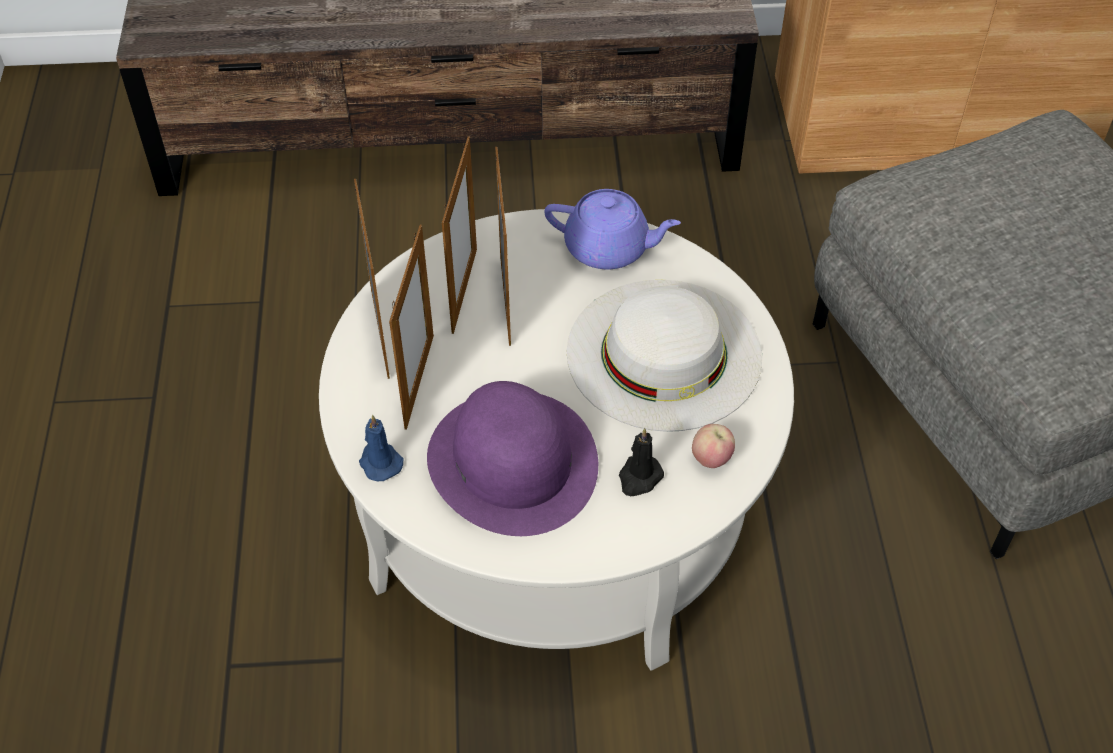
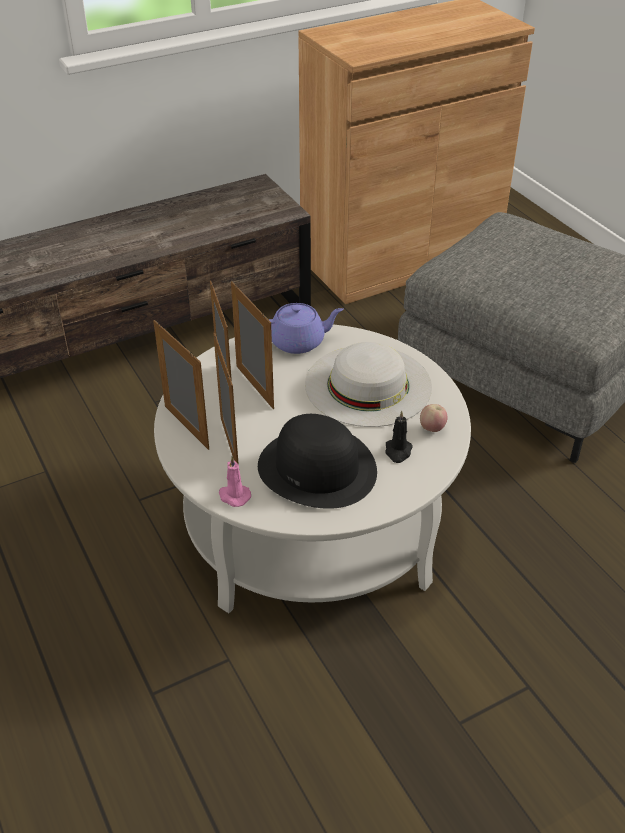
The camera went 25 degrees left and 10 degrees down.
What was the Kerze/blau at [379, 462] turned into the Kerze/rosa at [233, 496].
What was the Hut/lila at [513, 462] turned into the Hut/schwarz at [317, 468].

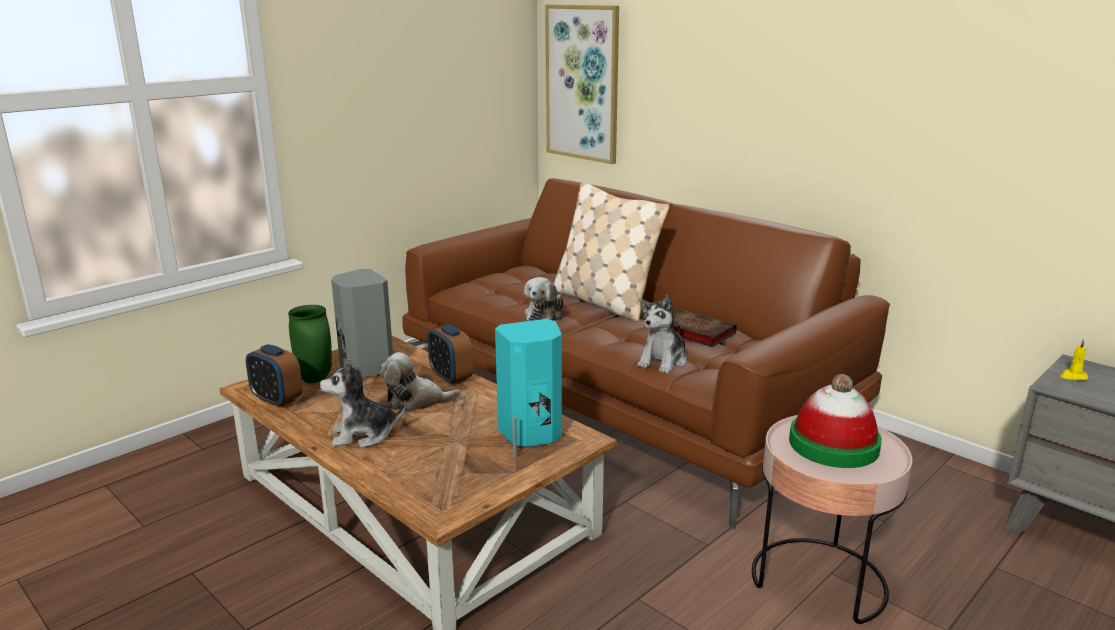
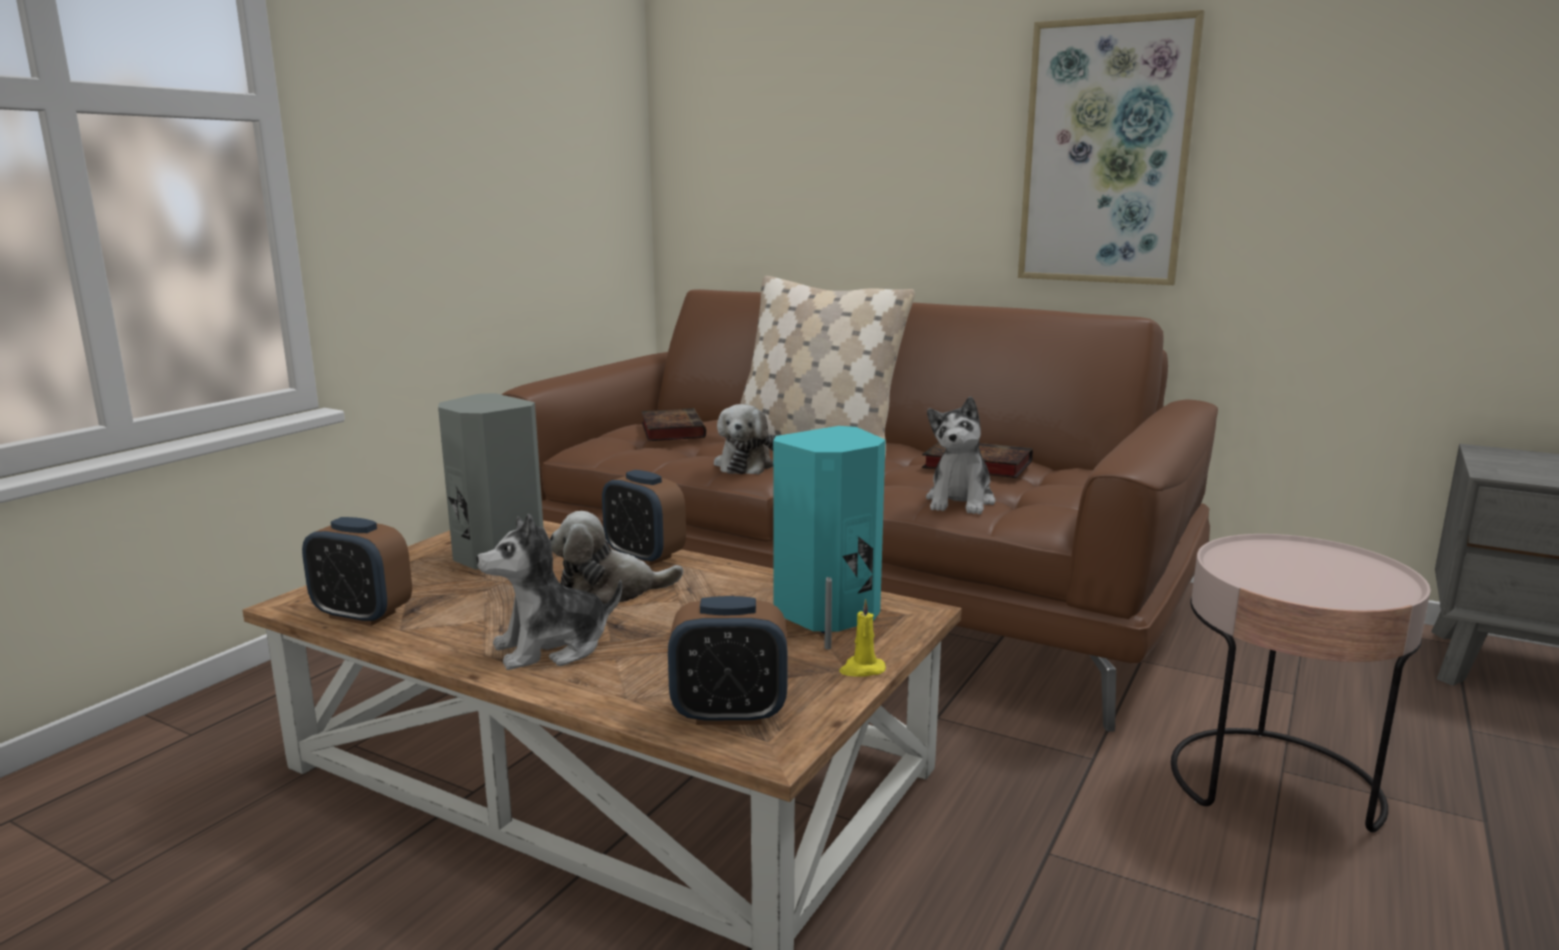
The camera went 15 degrees left and 5 degrees down.
The second view lost the Vase/grün at [314, 379].
The Bild ended up elsewhere, having gone from [582, 83] to [1106, 153].
The second view lost the Hut at [833, 444].
The Kerze/gelb ended up elsewhere, having gone from [1073, 377] to [861, 669].
The second view gained the Buch at [671, 430].
The second view gained the Wecker at [729, 713].

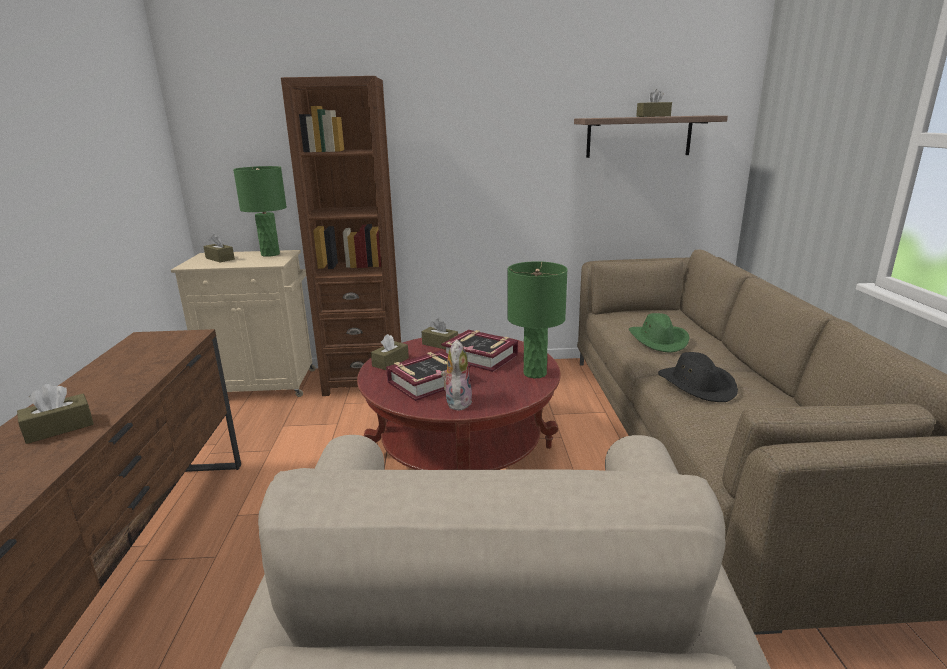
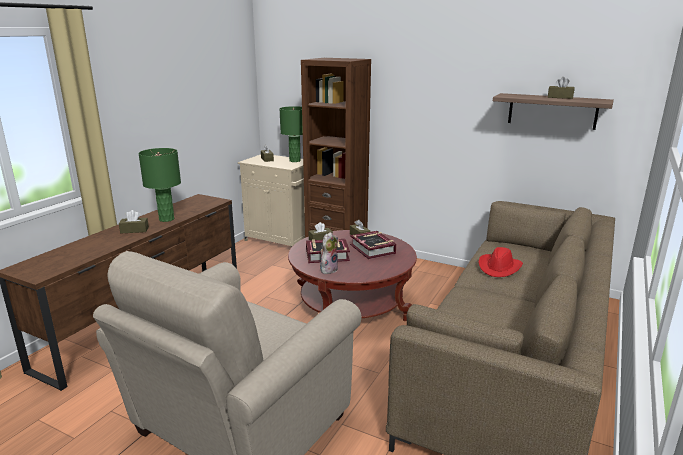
The camera went 30 degrees right and 0 degrees up.
The Tischlampe/grün ended up elsewhere, having gone from [534, 373] to [166, 219].
What was the Hut/grün at [658, 340] turned into the Hut/rot at [499, 267].
The second view lost the Hut/schwarz at [697, 385].

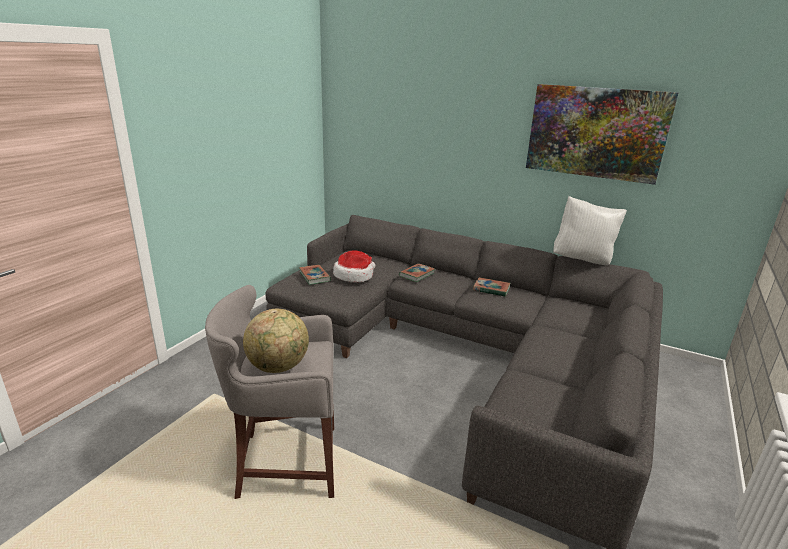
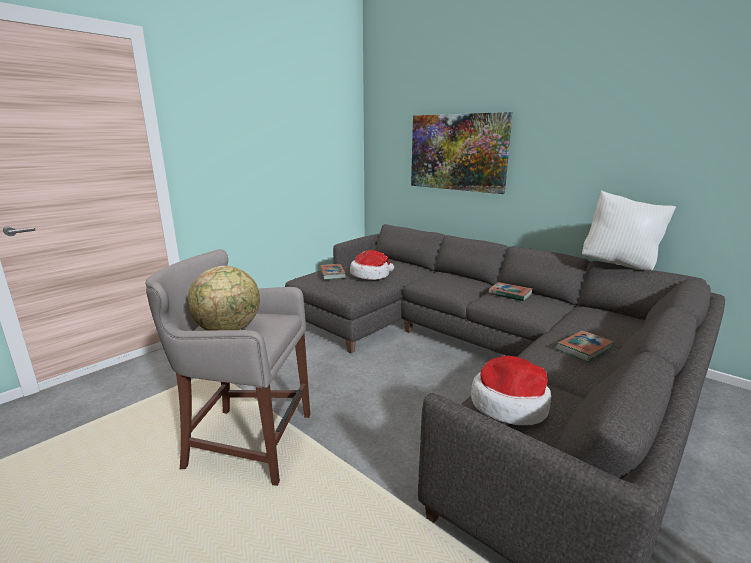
The camera went 15 degrees right and 5 degrees down.
The Buch ended up elsewhere, having gone from [417, 275] to [583, 349].
The Bild ended up elsewhere, having gone from [596, 132] to [457, 152].
The second view gained the Hut at [509, 404].

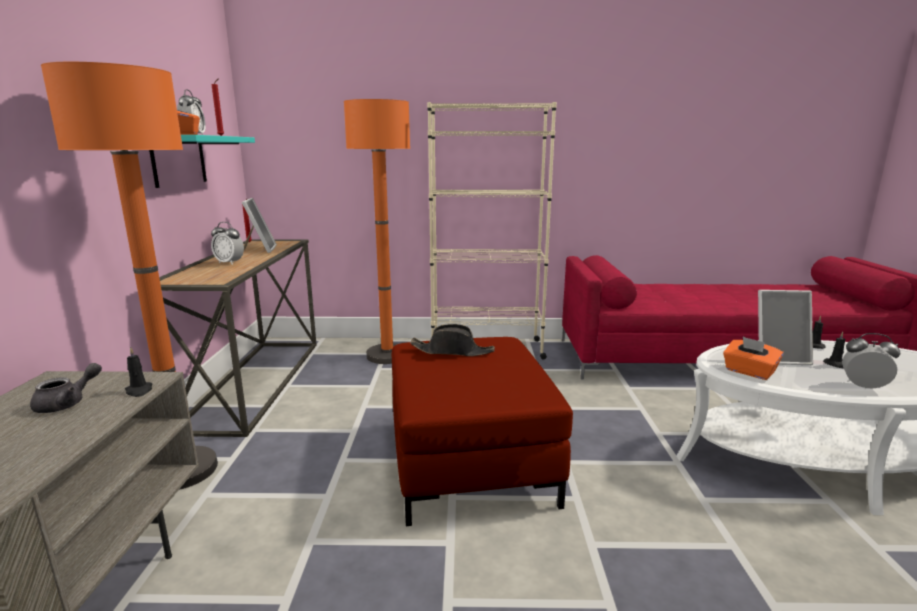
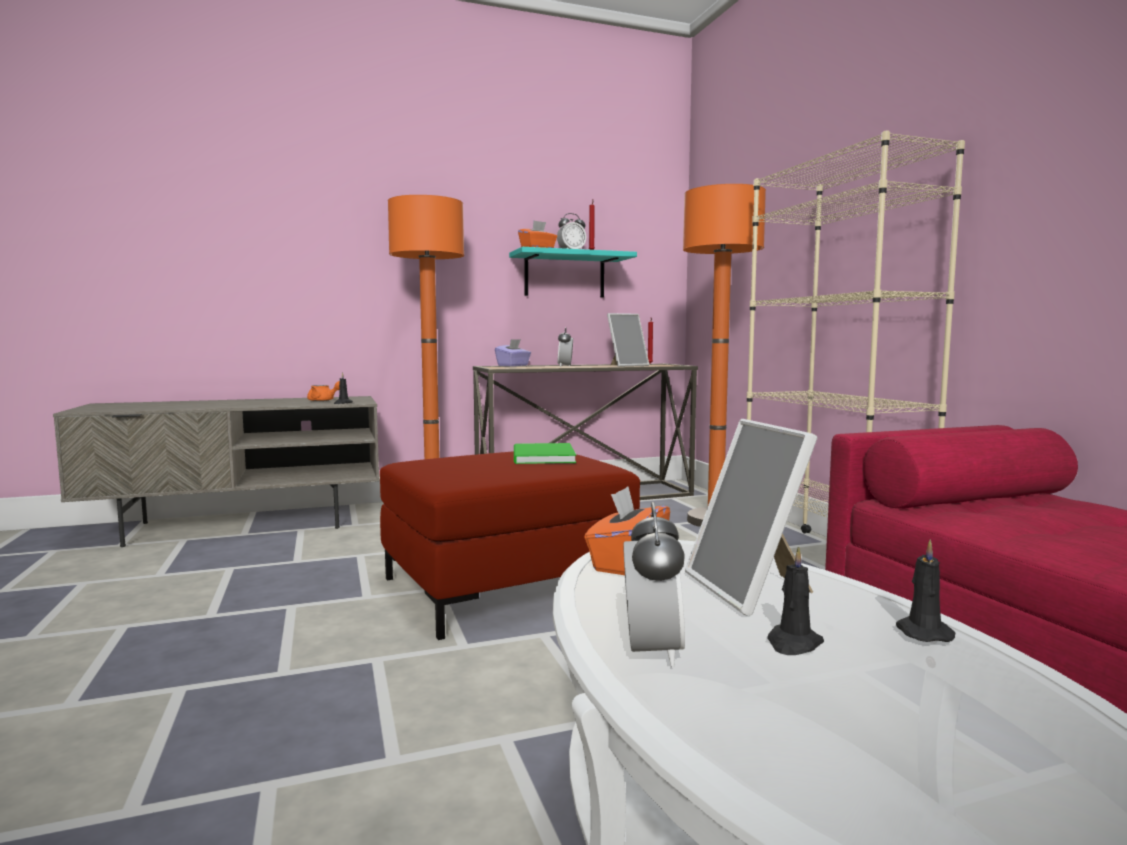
The camera went 70 degrees right and 10 degrees down.
What was the Teekanne/grau at [67, 403] turned into the Teekanne/orange at [324, 400].
Where the Hut/schwarz stood at [452, 351], the Buch/grün came to stand at [541, 457].
The second view gained the Taschentuchbox/lila at [513, 365].

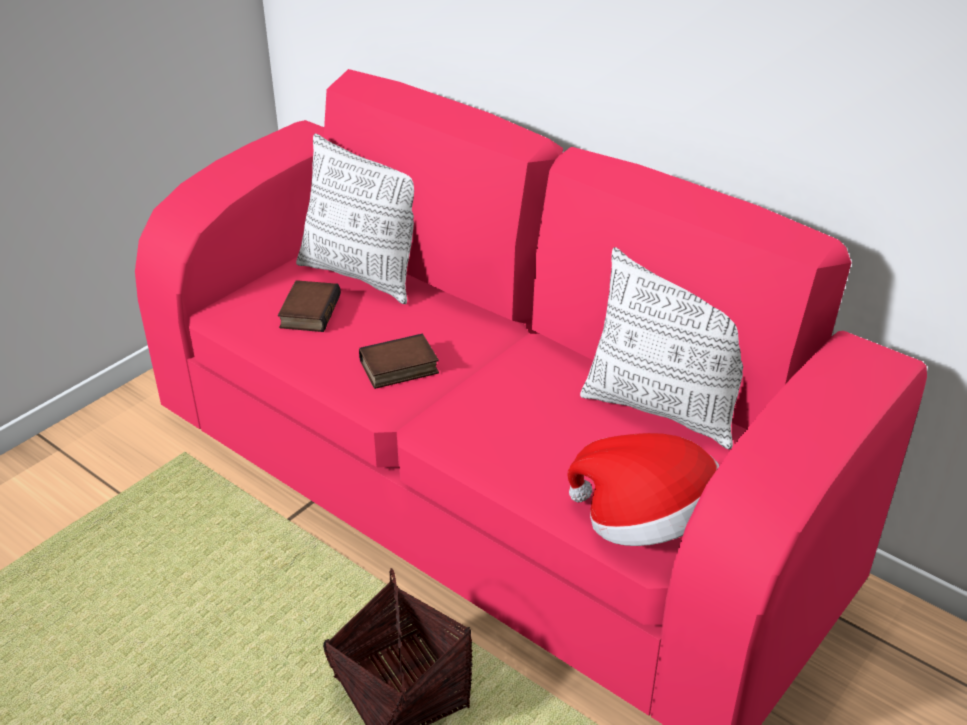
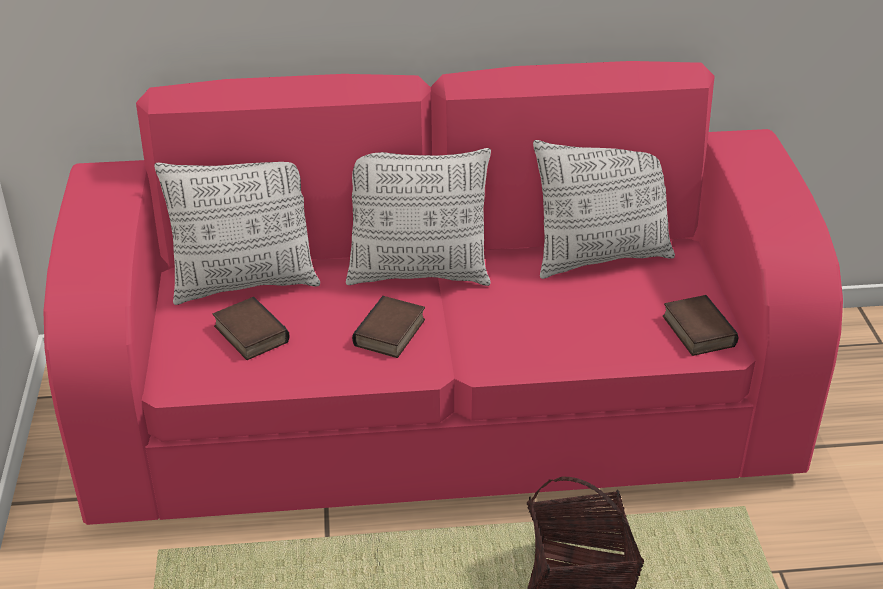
The camera went 45 degrees left and 0 degrees up.
Where the Hut stood at [646, 523], the Buch came to stand at [696, 331].
The second view gained the Kissen at [418, 273].

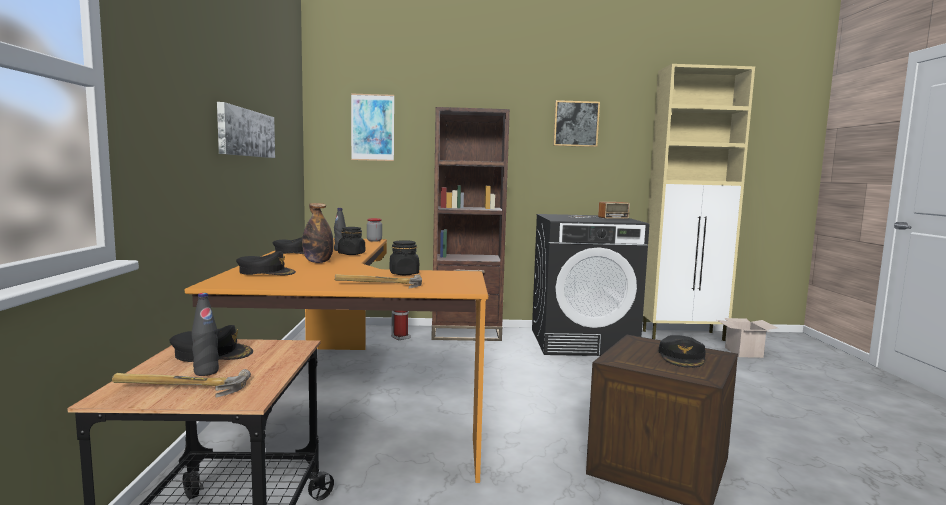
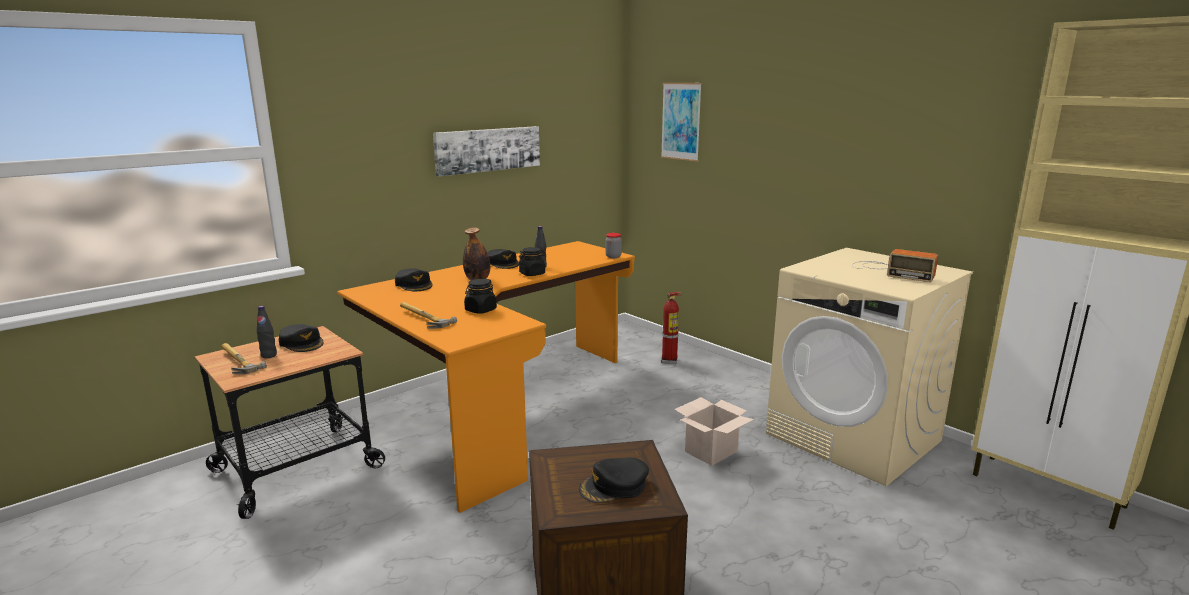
The camera went 50 degrees right and 10 degrees up.
The second view lost the Bücherregal/braun at [466, 333].
What was the Waschmaschine/schwarz at [582, 342] turned into the Waschmaschine/beige at [854, 437].
The second view lost the Bild at [576, 124].
The Karton ended up elsewhere, having gone from [742, 352] to [711, 450].

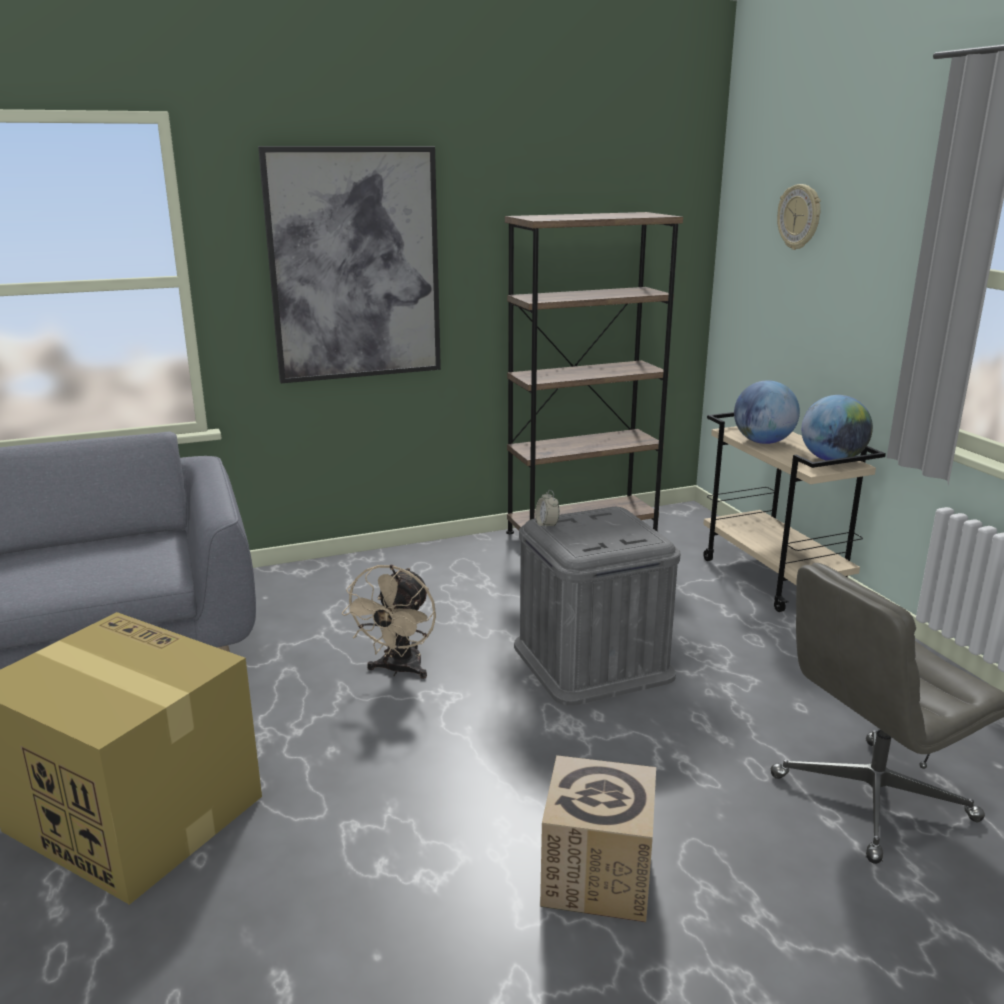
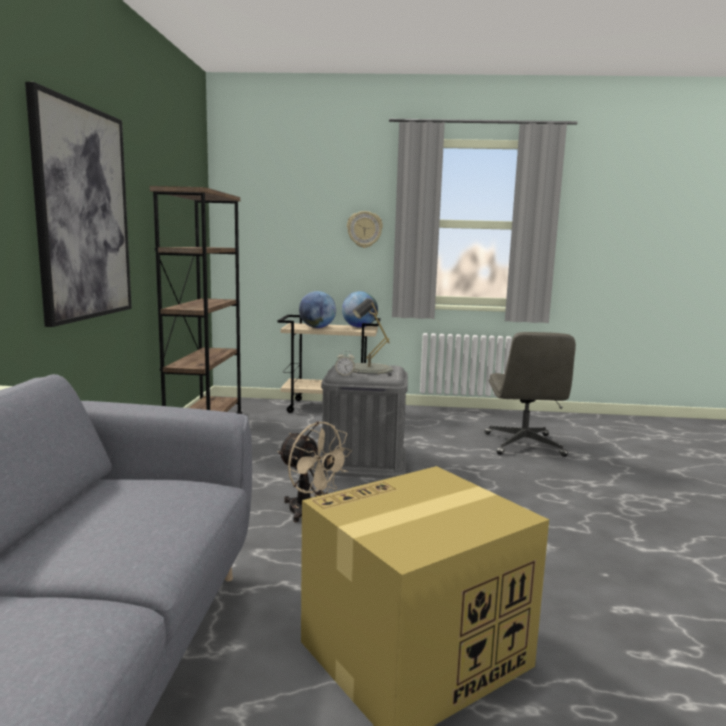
The camera went 65 degrees left and 10 degrees down.
The second view lost the Karton at [597, 875].
The Wanduhr ended up elsewhere, having gone from [800, 217] to [364, 229].
The second view gained the Tischlampe/grau at [369, 369].

